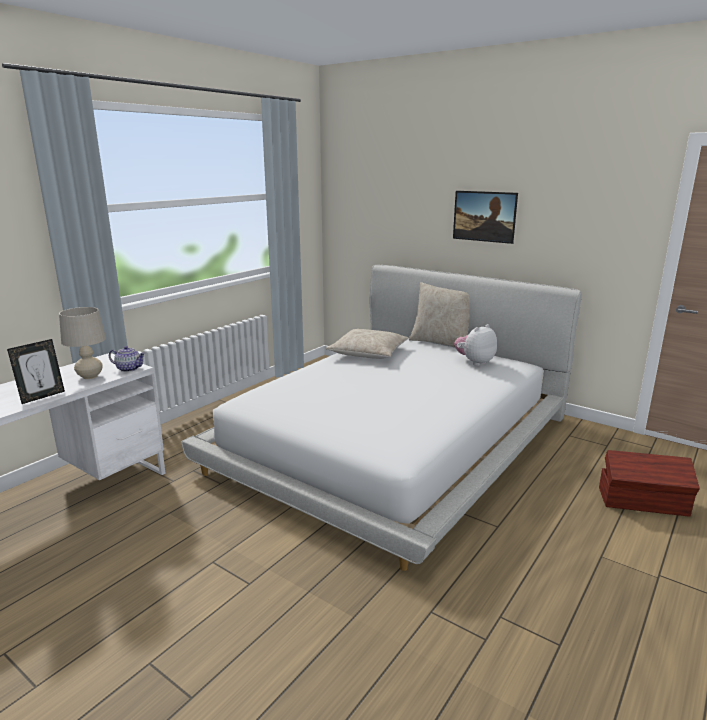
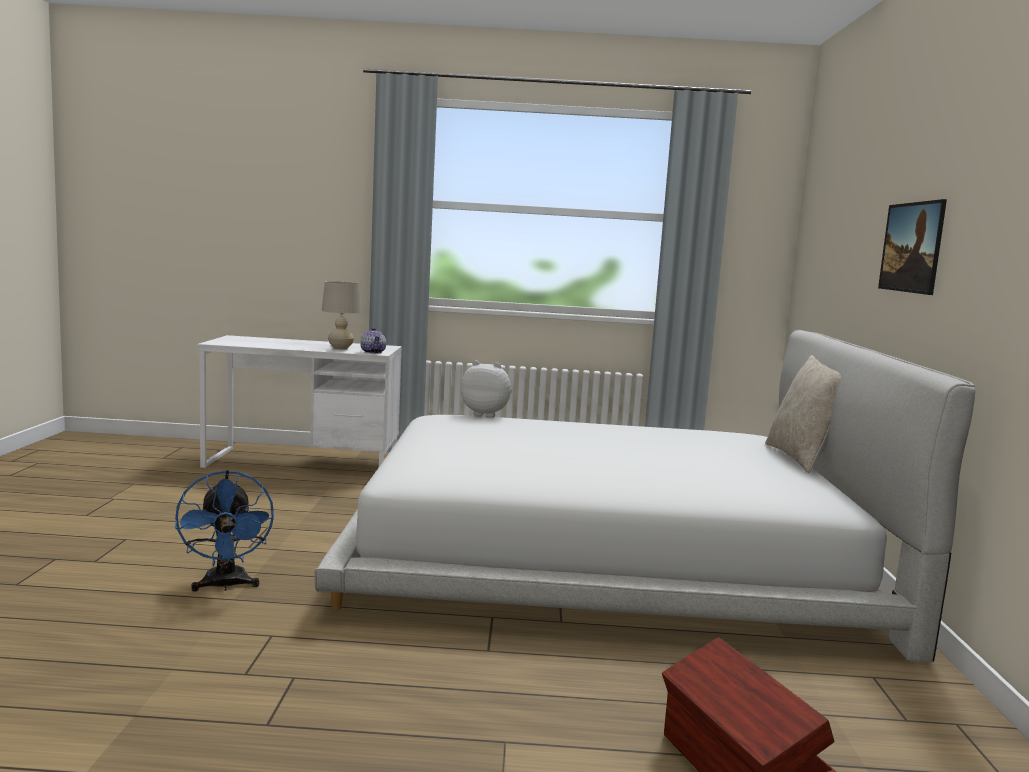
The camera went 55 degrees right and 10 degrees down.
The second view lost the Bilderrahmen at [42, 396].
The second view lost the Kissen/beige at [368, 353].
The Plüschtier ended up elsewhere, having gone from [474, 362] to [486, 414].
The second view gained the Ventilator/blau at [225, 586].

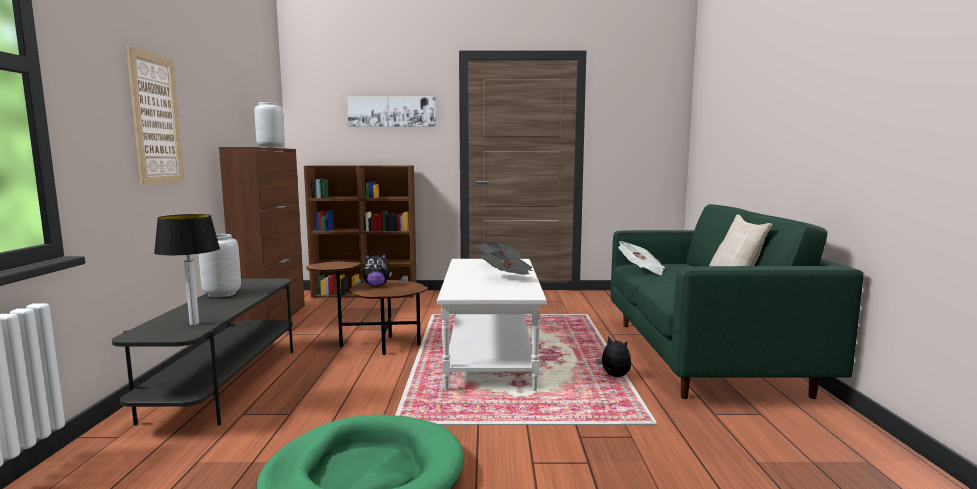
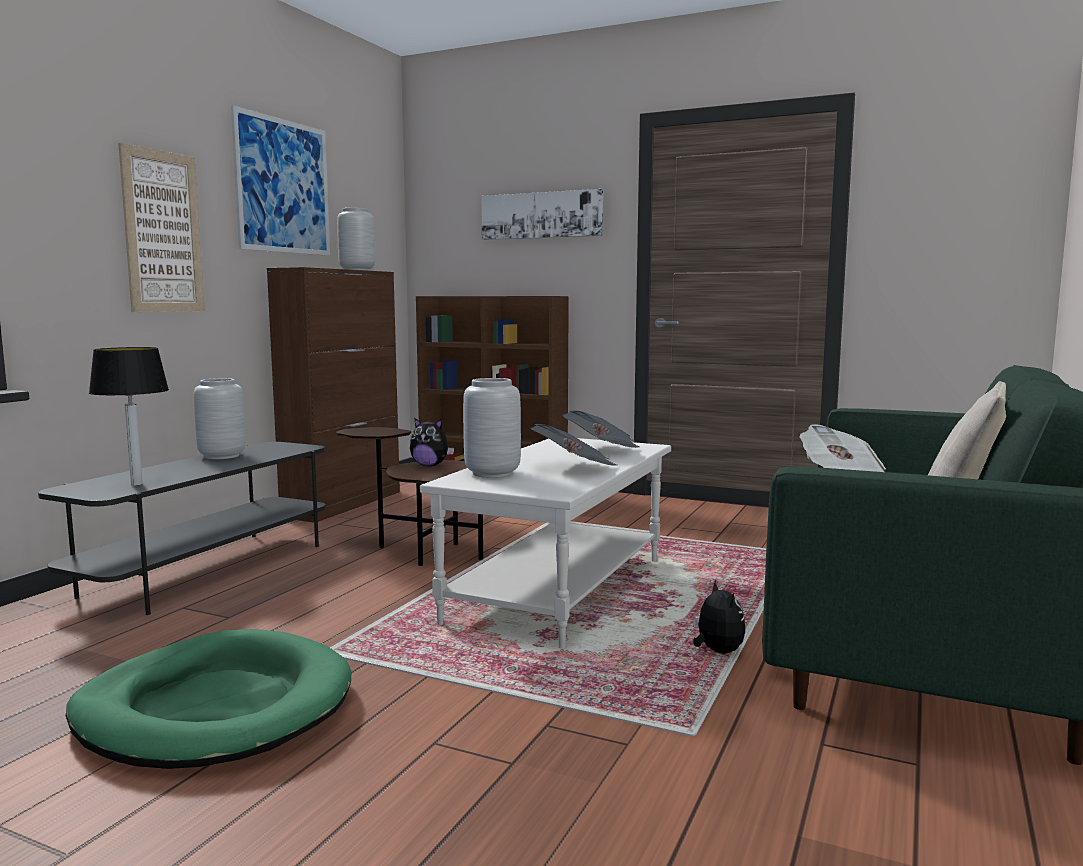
The camera went 25 degrees right and 0 degrees up.
The second view gained the Bild at [283, 186].
The second view gained the Vase/grau at [492, 473].

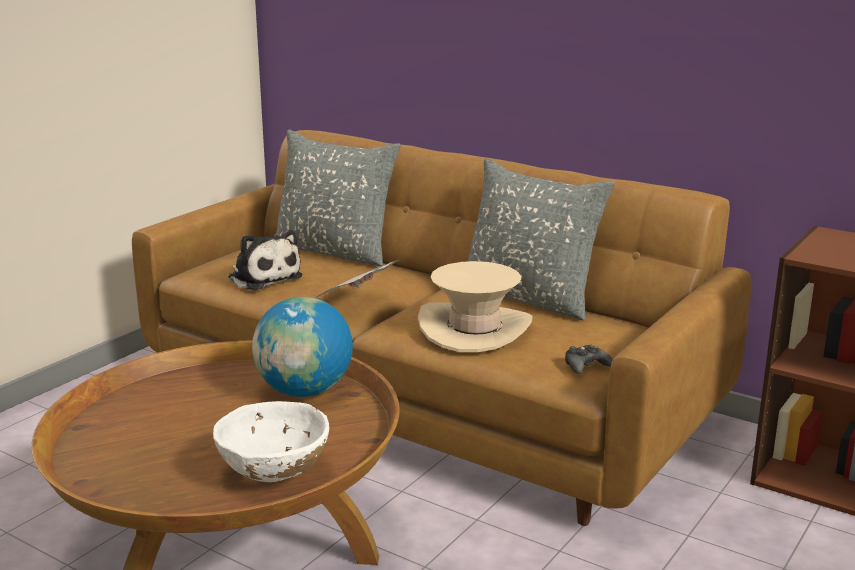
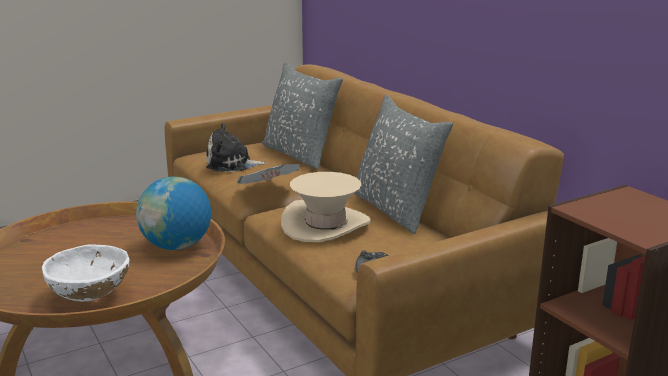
The camera went 25 degrees right and 0 degrees up.
The Plüschtier at [263, 277] ended up facing another way, 105 degrees clockwise from before.

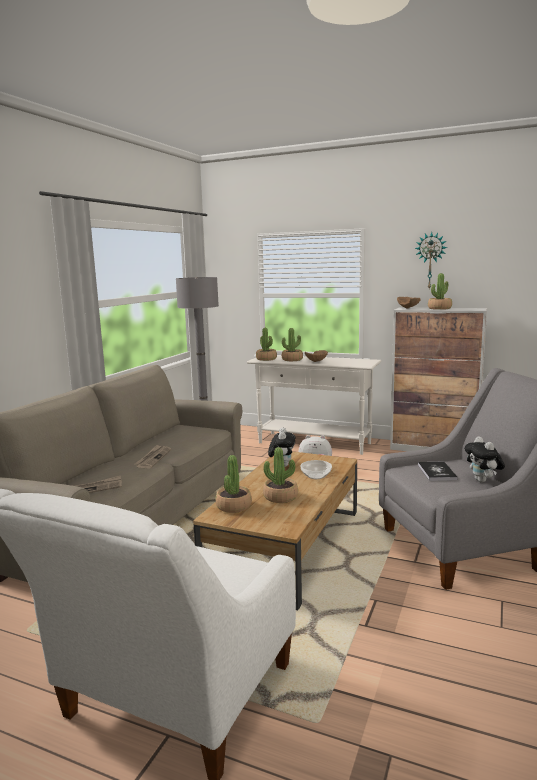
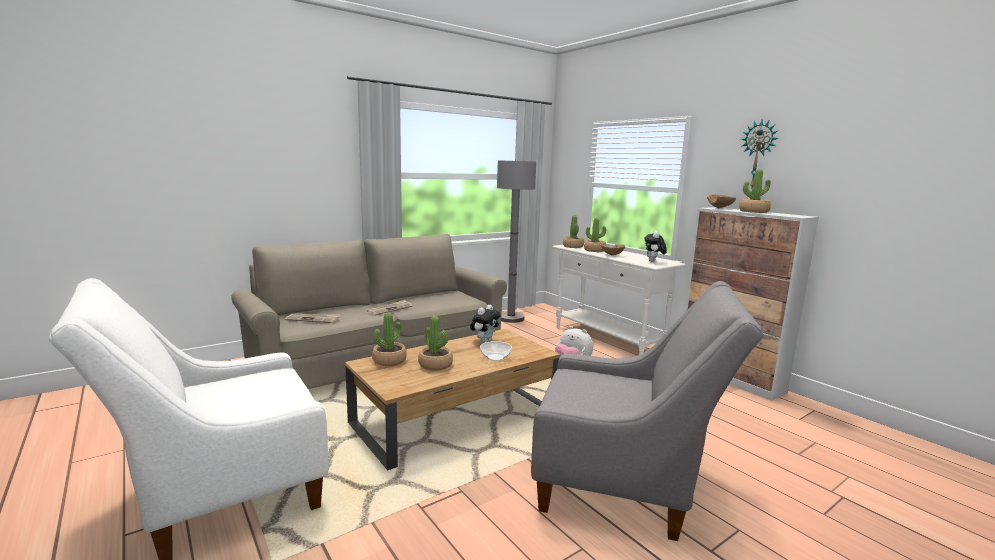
The camera went 30 degrees right and 0 degrees up.
The second view lost the Buch at [436, 472].
The Plüschtier ended up elsewhere, having gone from [483, 481] to [653, 261].

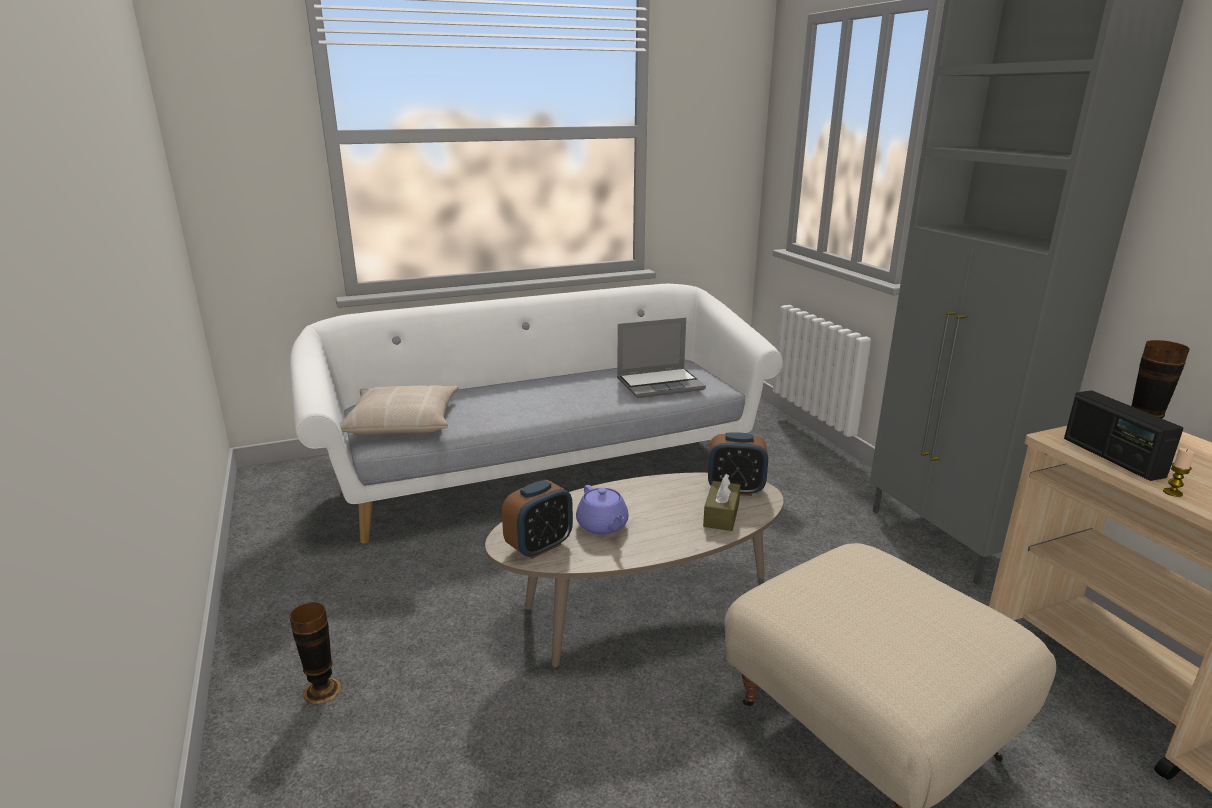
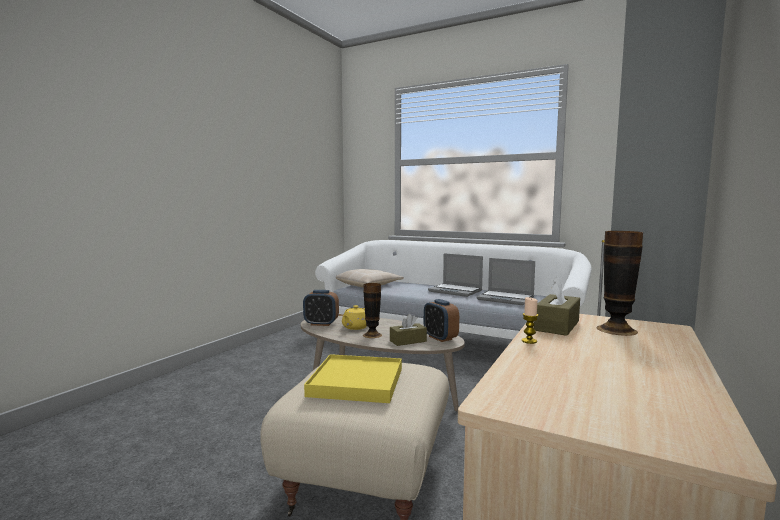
The camera went 50 degrees right and 15 degrees down.
The Vase ended up elsewhere, having gone from [322, 690] to [372, 335].
What was the Teekanne/lila at [603, 526] turned into the Teekanne/gelb at [355, 327].
Where the Radio stood at [1112, 457], the Taschentuchbox/braun came to stand at [557, 325].
The second view gained the Tablett/gelb at [356, 382].
The second view gained the Laptop at [456, 291].

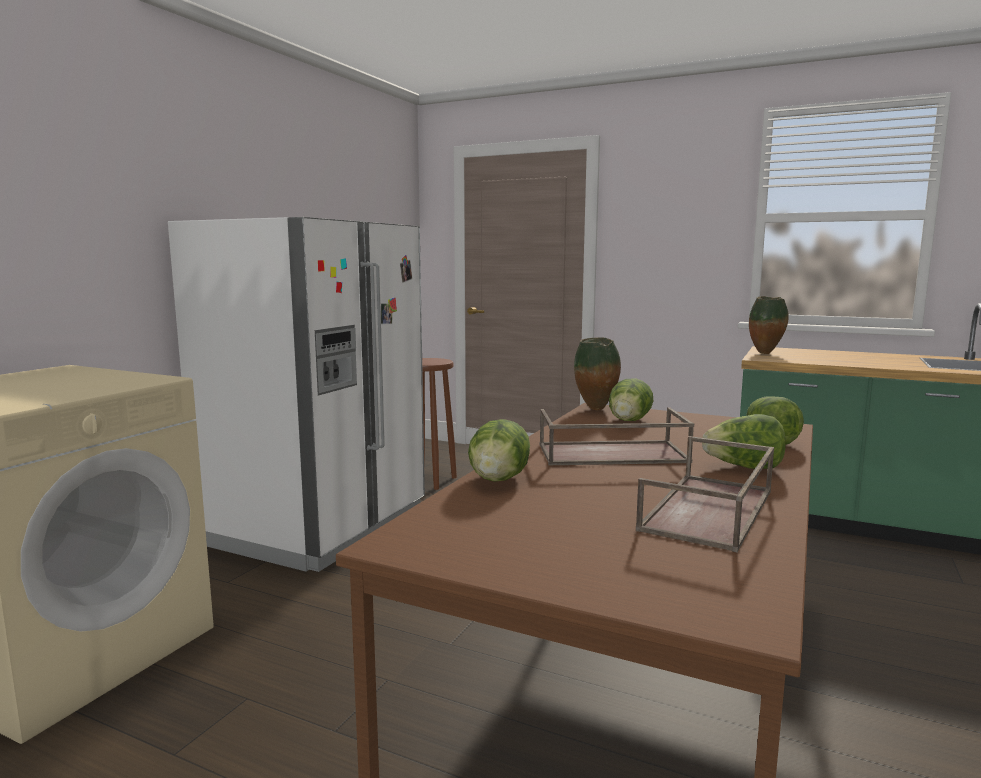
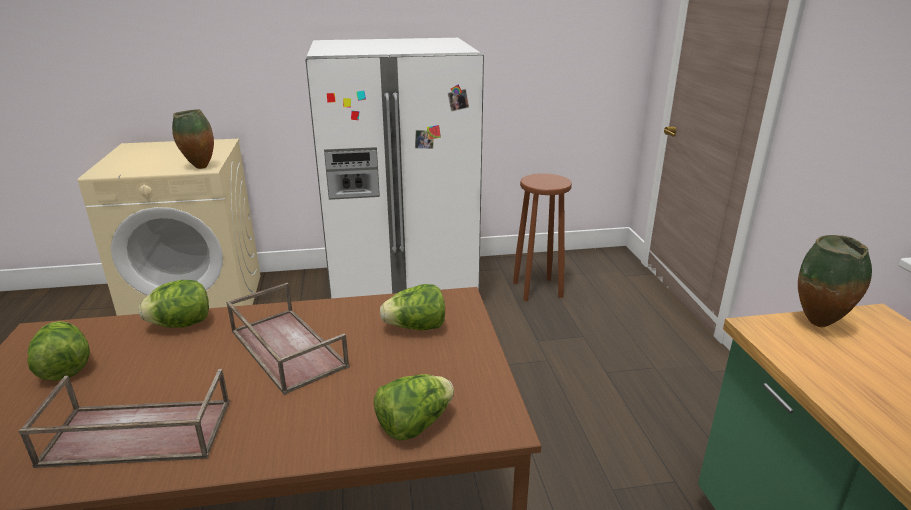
The camera went 55 degrees right and 15 degrees up.
The Vase ended up elsewhere, having gone from [596, 410] to [199, 167].
The Salatkopf ended up elsewhere, having gone from [744, 467] to [65, 367].

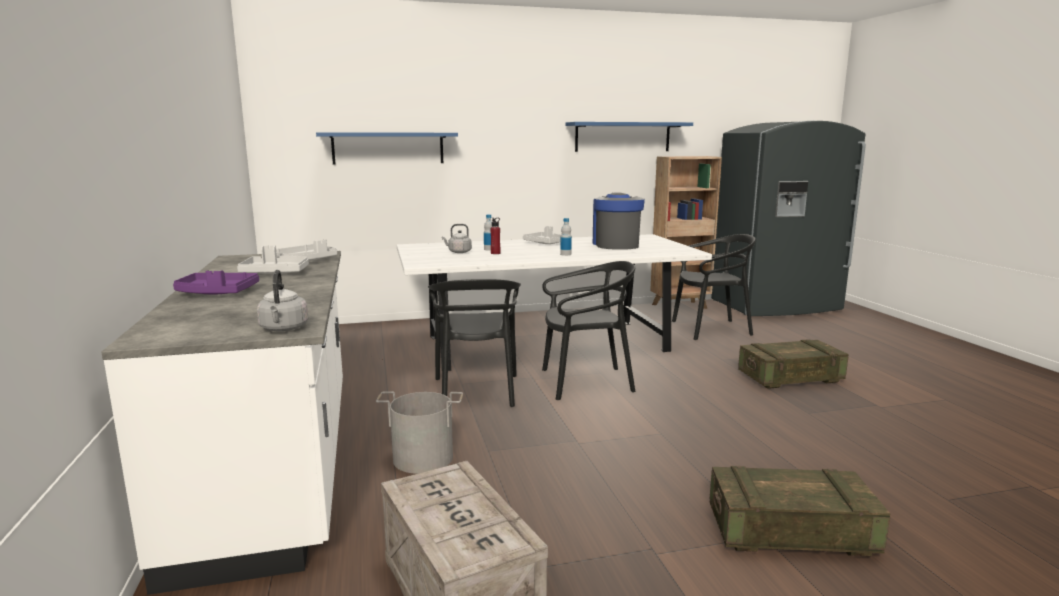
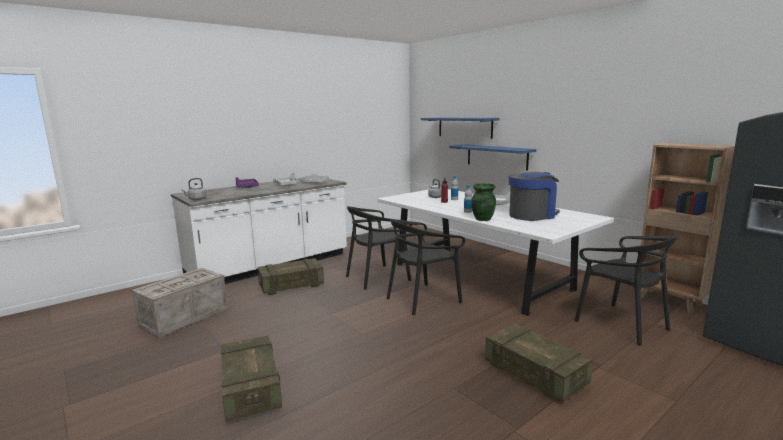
The camera went 65 degrees right and 0 degrees up.
Where the Eimer/grau stood at [423, 458], the Kiste came to stand at [291, 285].
The Stuhl/schwarz at [585, 382] ended up facing another way, 90 degrees clockwise from before.
The Wandregal/blau ended up elsewhere, having gone from [622, 137] to [496, 156].
The second view gained the Vase/grün at [482, 219].

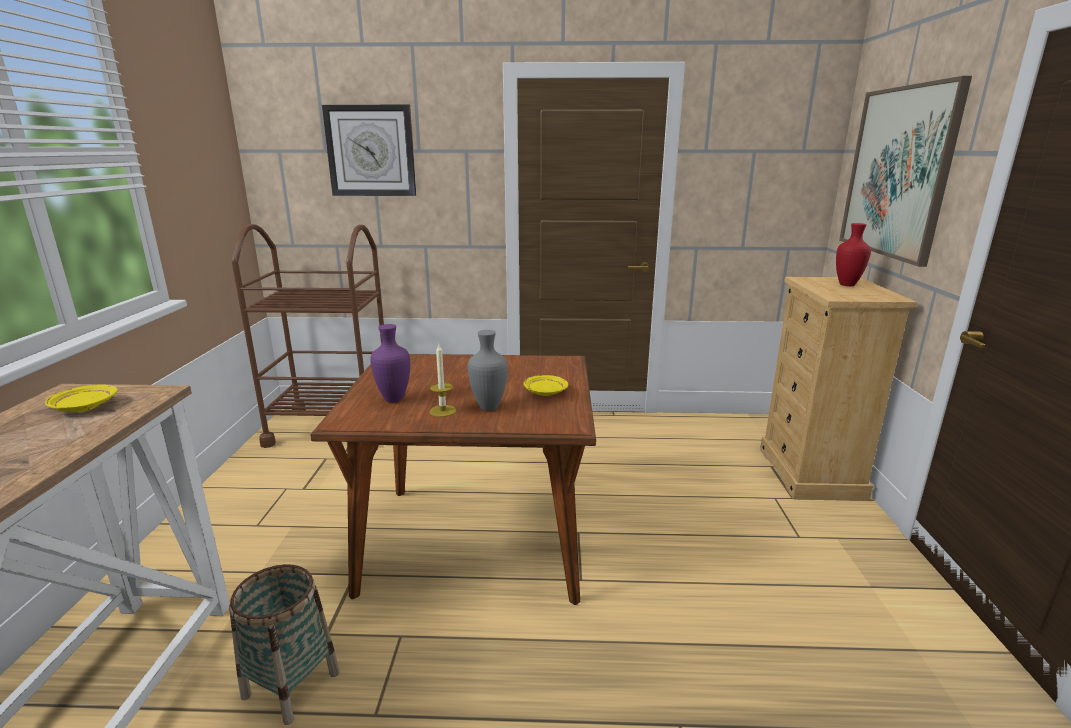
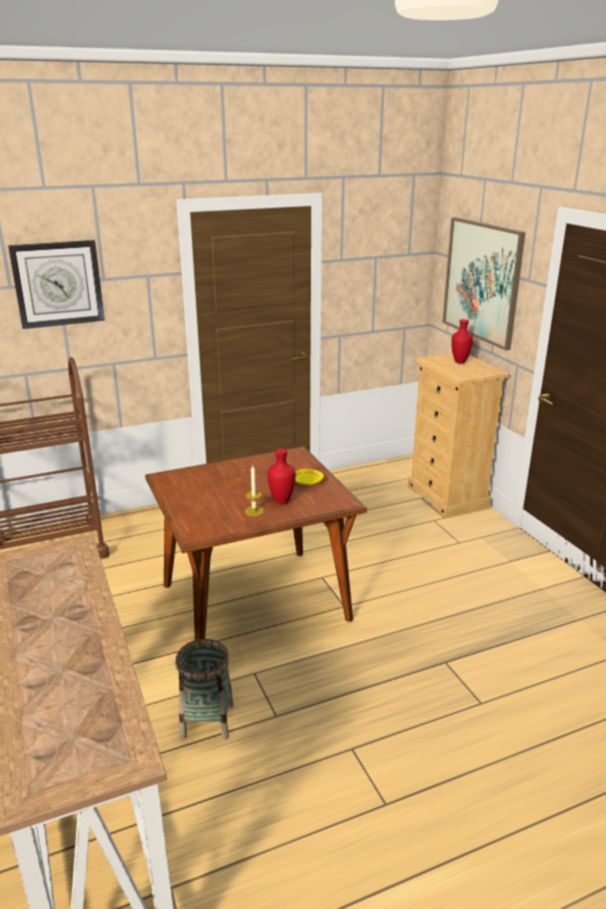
The camera went 25 degrees left and 5 degrees up.
The second view lost the Teller/gelb at [84, 407].
The second view lost the Vase/lila at [392, 399].
What was the Vase/grau at [488, 408] turned into the Vase/rot at [282, 502].

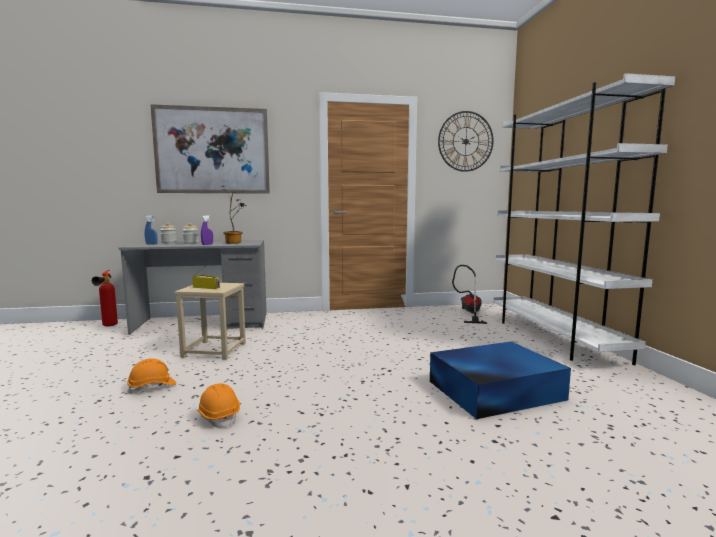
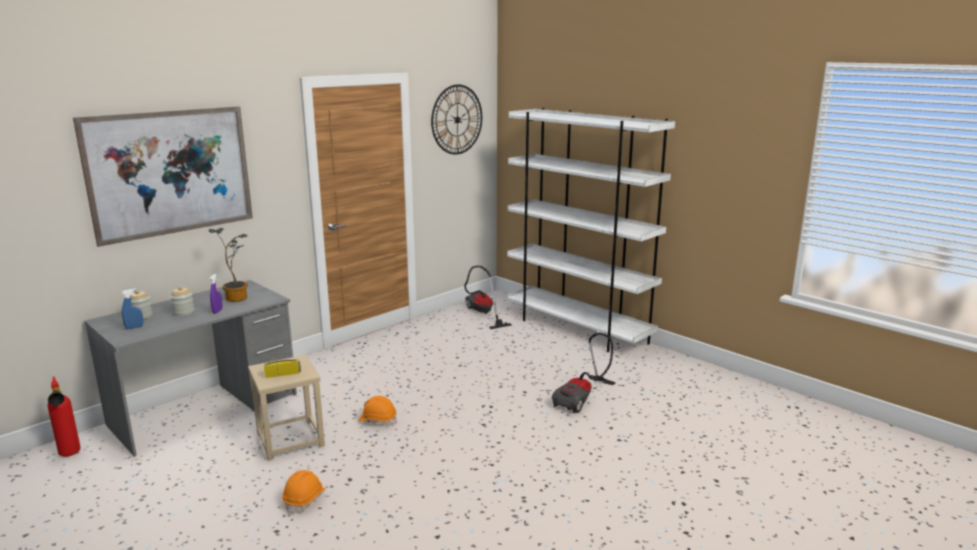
The camera went 35 degrees left and 10 degrees up.
The Schutzhelm/orange ended up elsewhere, having gone from [218, 416] to [377, 420].
Where the Aufbewahrungsbox/blau stood at [493, 390], the Staubsauger came to stand at [583, 399].

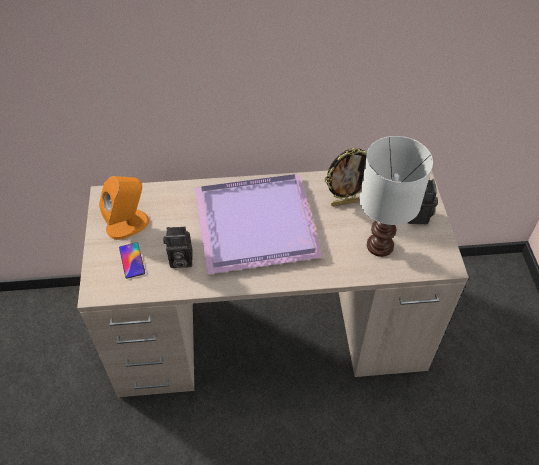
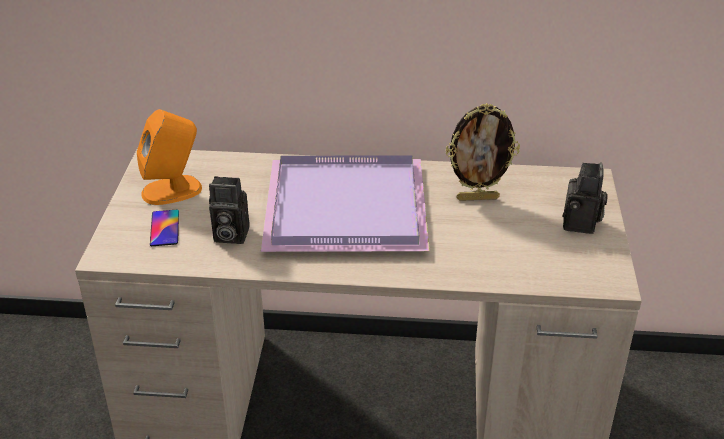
The camera went 10 degrees right and 15 degrees down.
The second view lost the Tischlampe/weiß at [380, 245].

